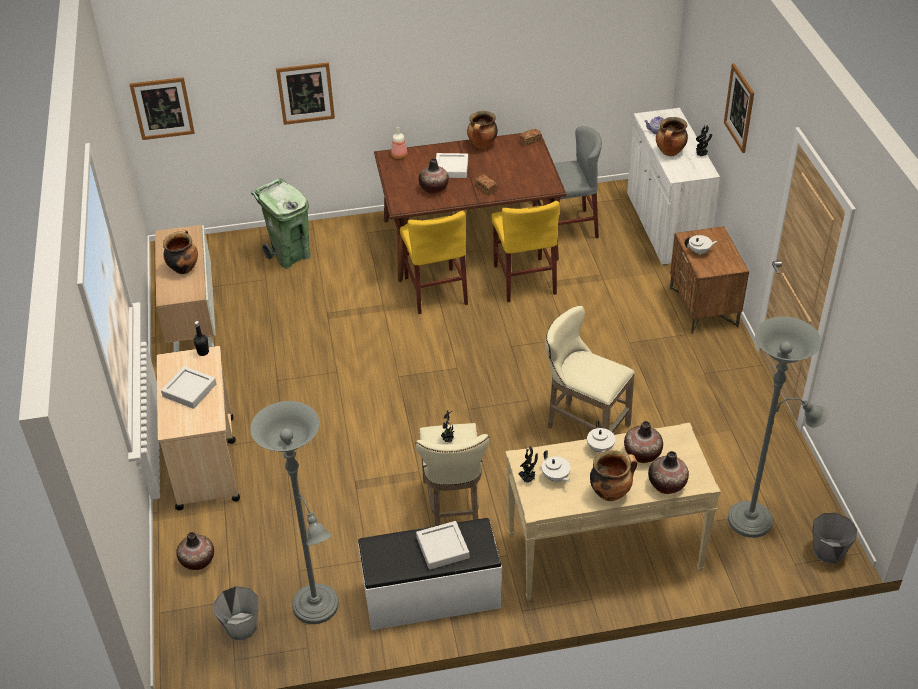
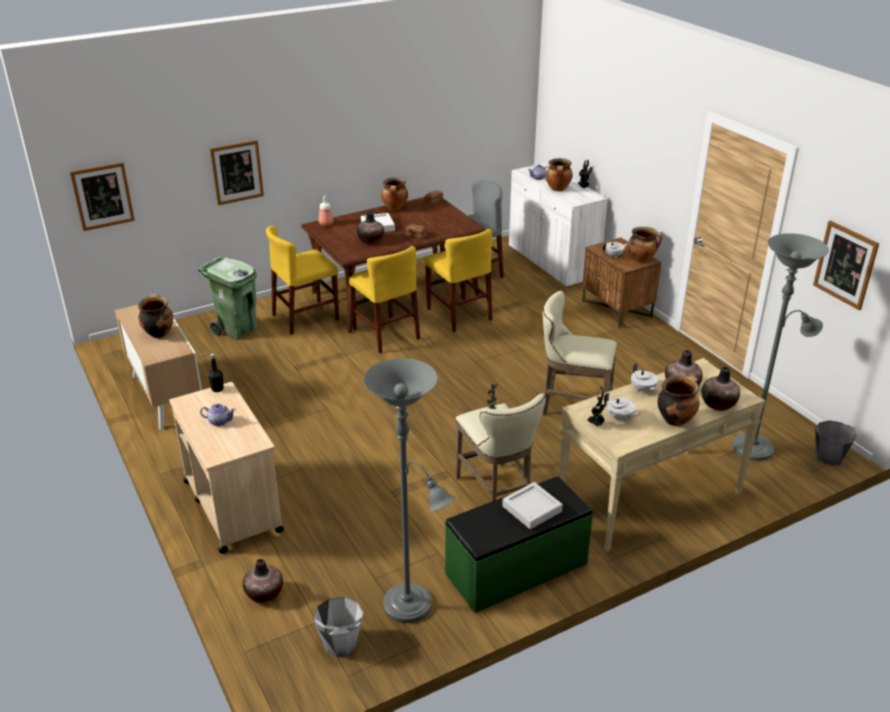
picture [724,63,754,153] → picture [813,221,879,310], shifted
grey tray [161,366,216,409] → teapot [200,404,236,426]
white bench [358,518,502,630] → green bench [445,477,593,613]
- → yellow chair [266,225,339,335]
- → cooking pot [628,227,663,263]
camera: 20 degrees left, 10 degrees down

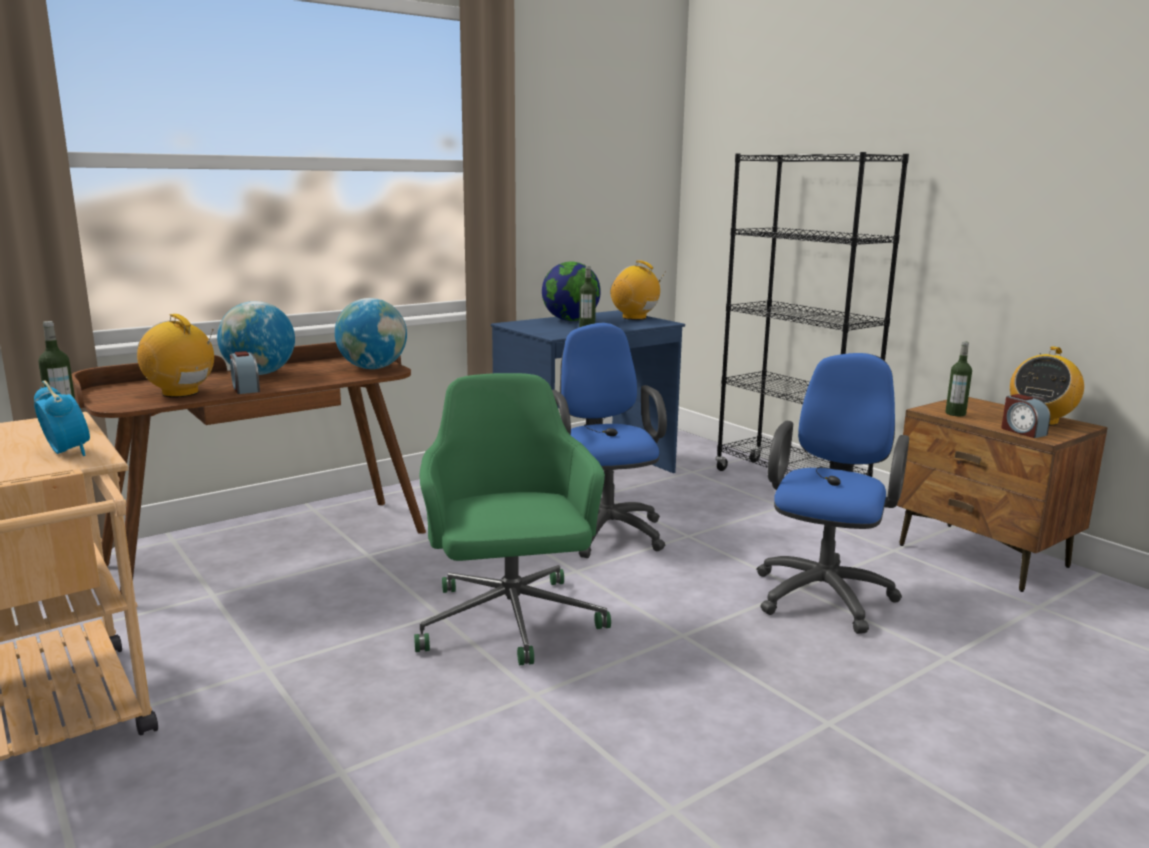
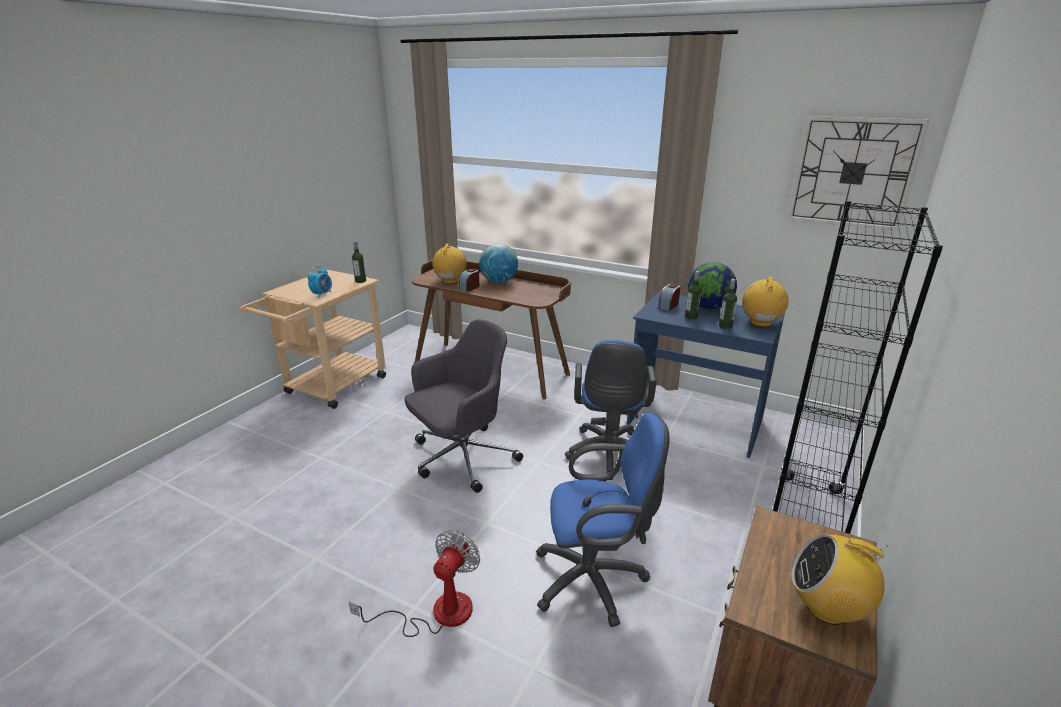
globe [335,298,407,369] → -
blue office chair [552,323,667,558] → blue office chair [565,340,656,480], 135 degrees clockwise
bottle [945,342,972,416] → bottle [719,279,737,329], shifted
green office chair [414,373,611,665] → grey office chair [404,319,523,493]
alarm clock [1001,394,1050,438] → alarm clock [659,284,681,311], shifted
- → wall clock [787,116,929,231]
- → fan [349,530,480,637]
camera: 65 degrees right, 10 degrees up

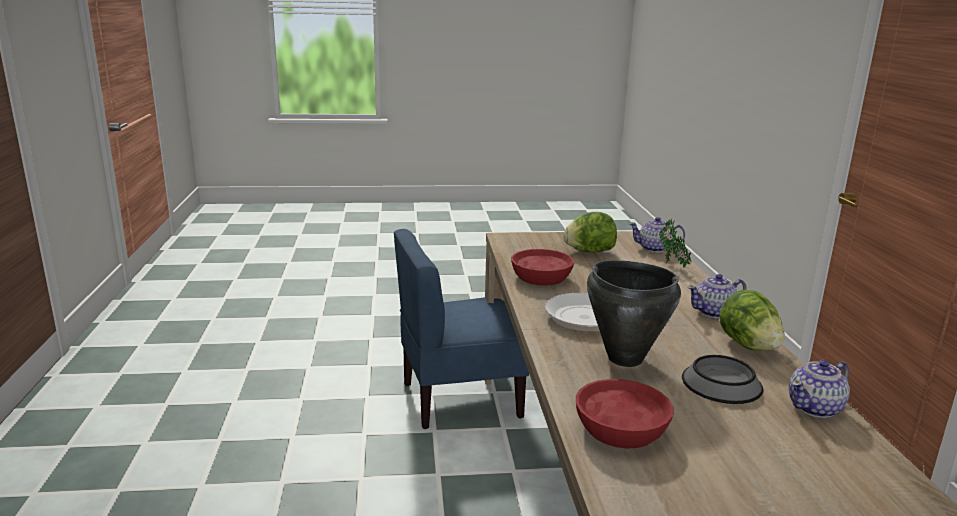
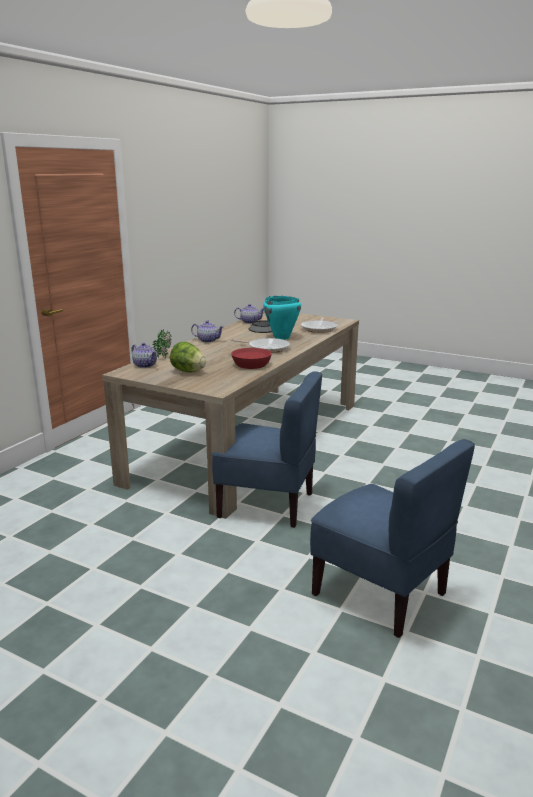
black cooking pot [587,260,681,367] → turquoise cooking pot [263,296,301,340]
lettuce [719,290,785,351] → -
red bowl [576,379,673,449] → frying pan [301,317,338,333]
- → blue chair [310,439,475,638]
camera: 145 degrees left, 0 degrees up

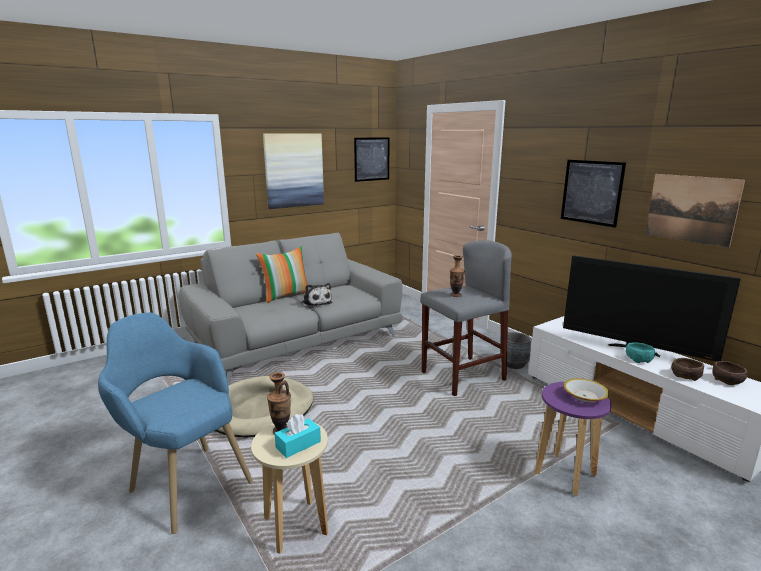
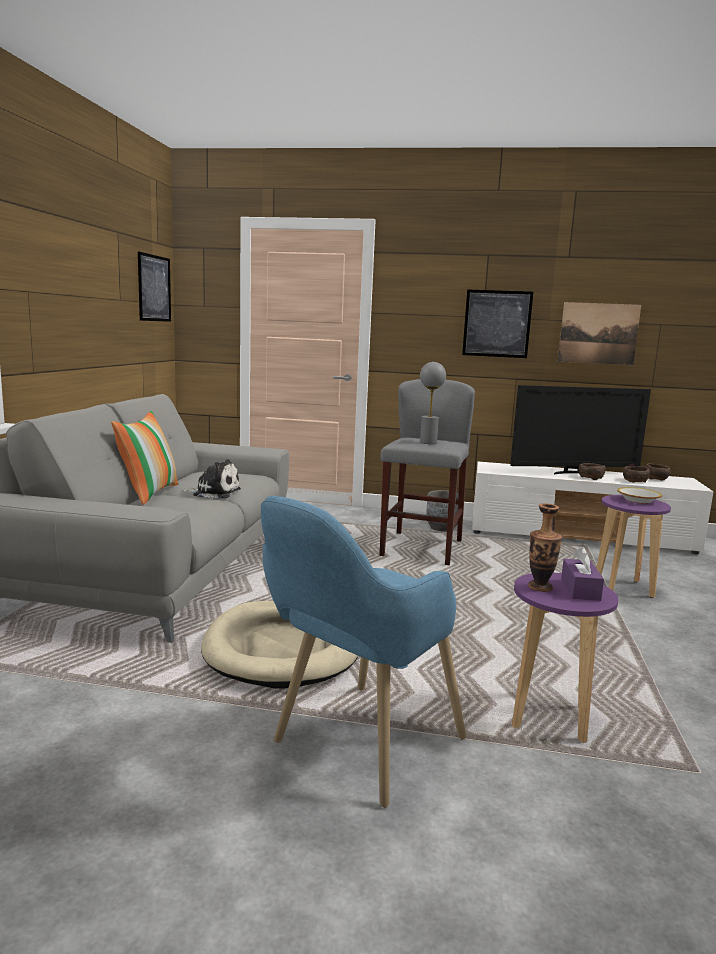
picture [263,133,324,209] → -
vase [450,255,465,297] → grey table lamp [420,362,446,444]
blue armchair [98,312,253,534] → blue armchair [261,496,466,808], 45 degrees counterclockwise
turquoise bowl [626,342,655,363] → brown bowl [579,463,605,480]
turquoise tissue box [275,414,321,458] → purple tissue box [561,547,604,601]
beige stool [251,423,328,554] → purple stool [512,573,618,743]
camera: 45 degrees left, 5 degrees down

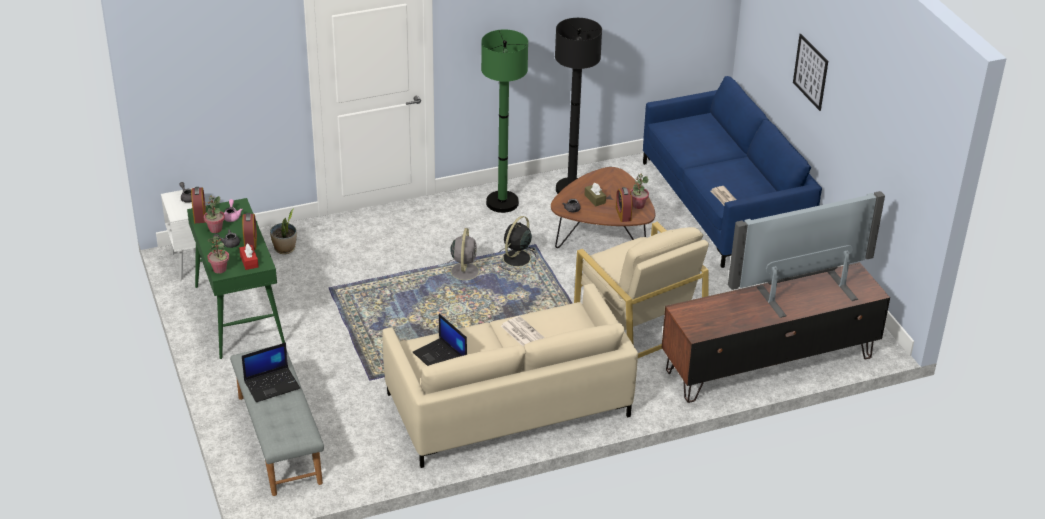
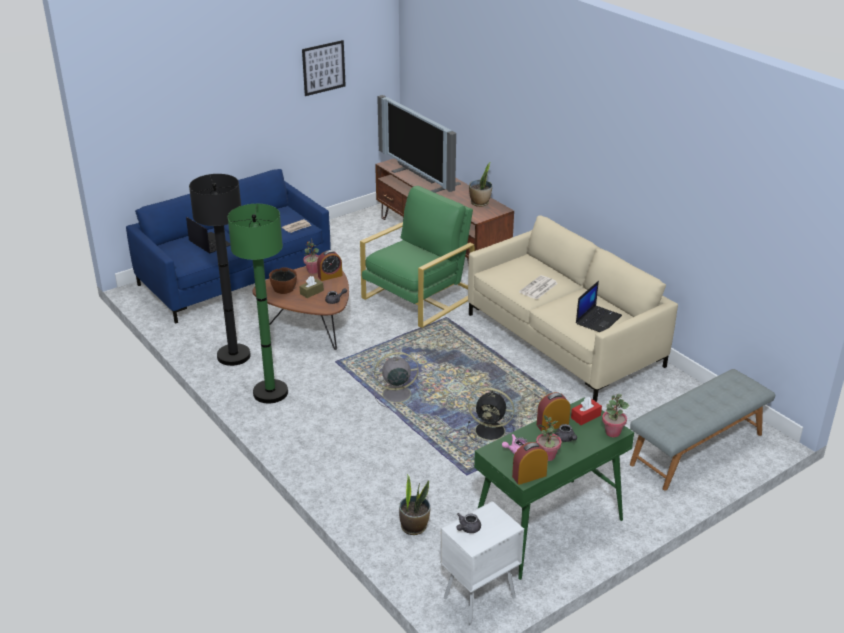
picture [793,34,828,111] → picture [302,40,346,96], shifted
black fan [500,216,536,272] → black fan [467,388,514,444], shifted
beige armchair [574,222,709,358] → green armchair [360,186,475,328]
laptop [242,342,300,402] → laptop [186,217,231,253], shifted
- → potted plant [469,163,492,207]
- → brown bowl [269,267,297,294]
camera: 105 degrees left, 5 degrees down

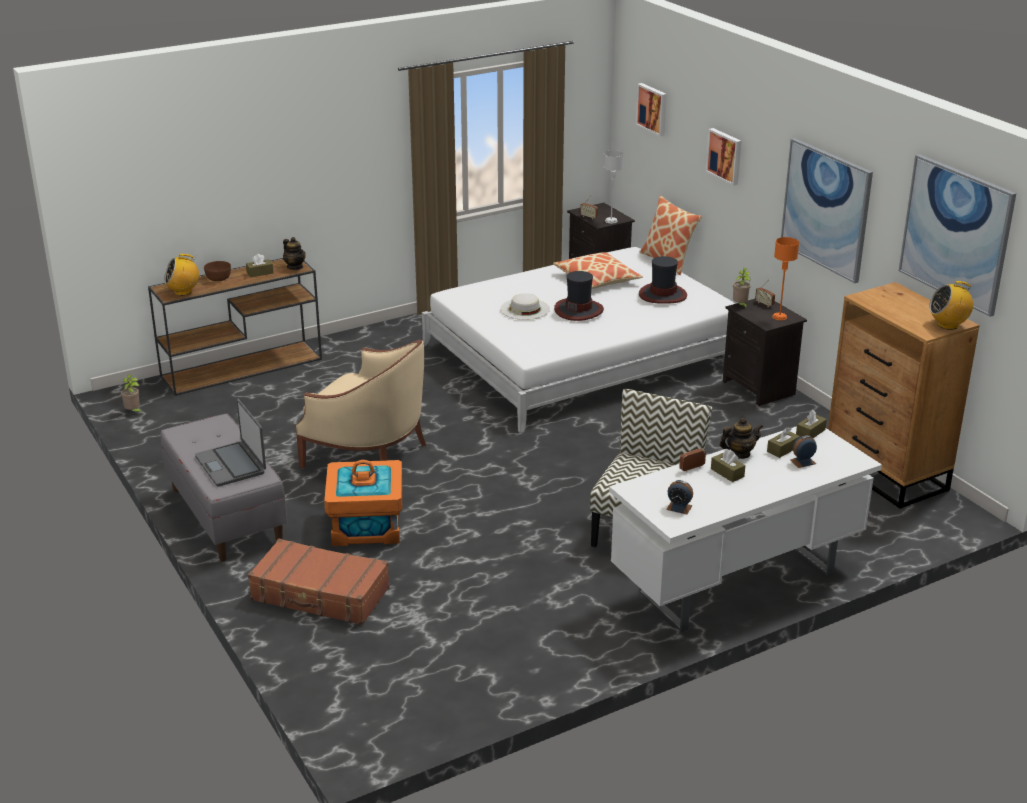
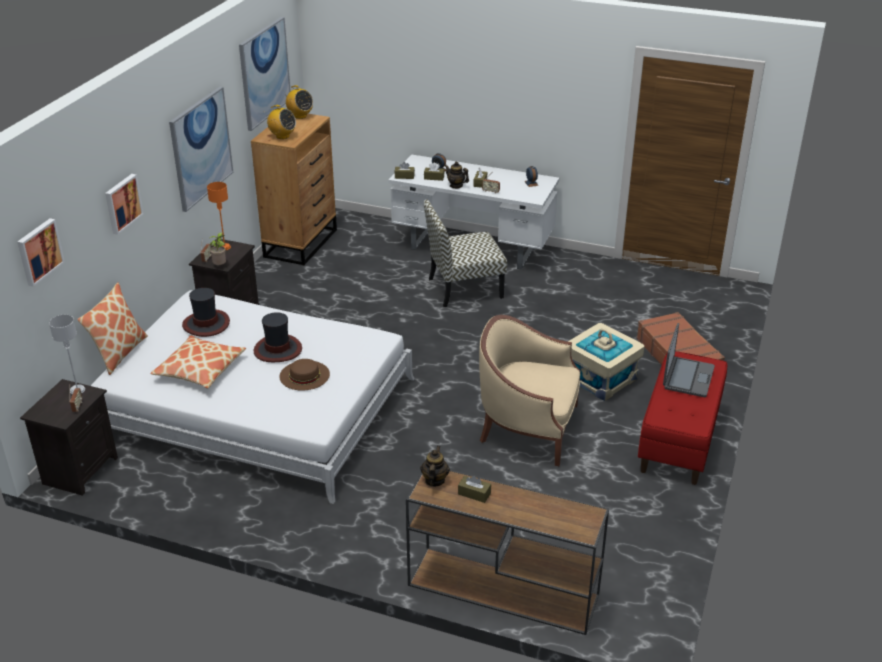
radio [164,254,199,296] → radio [266,105,296,139], shifted
brown bowl [204,261,231,281] → -
white hat [500,293,550,320] → brown hat [279,359,330,391]
beige armchair [296,340,426,469] → beige armchair [479,315,581,466], 60 degrees counterclockwise
potted plant [121,375,142,413] → -
grey bench [161,413,287,562] → red bench [638,351,727,485]
orange storage box [324,460,402,546] → beige storage box [568,323,644,401]
camera: 130 degrees left, 5 degrees up

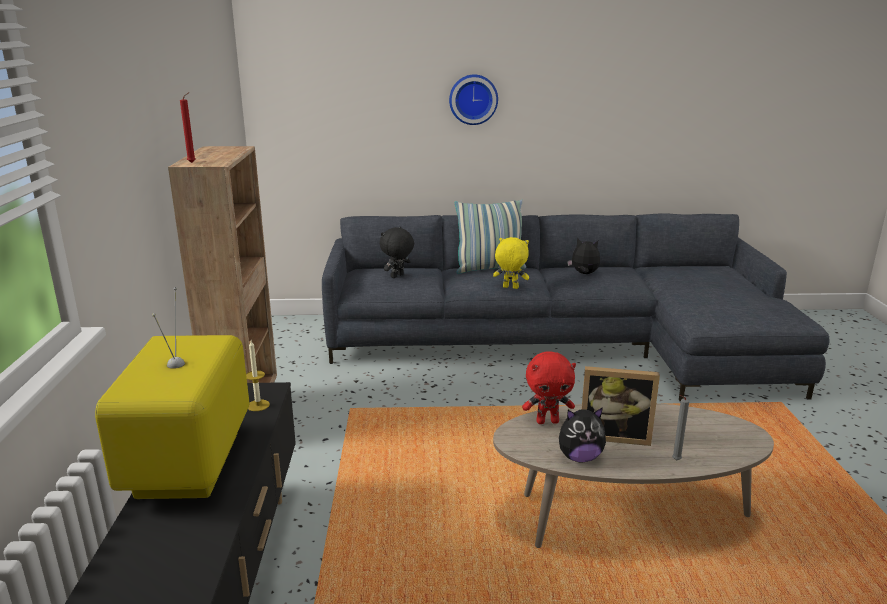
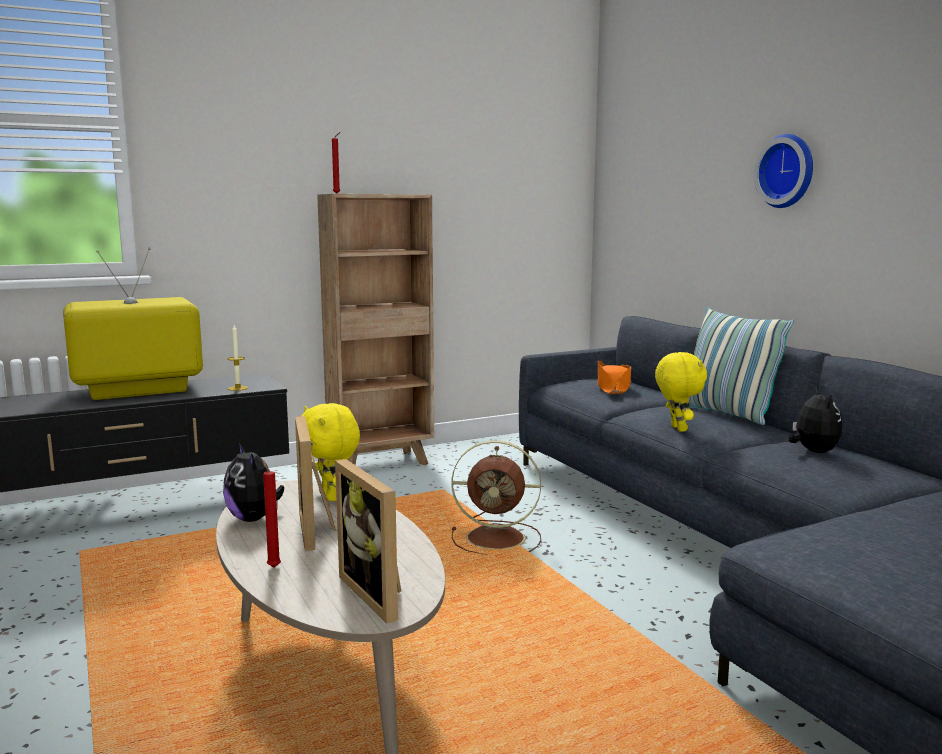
black plush toy [379,227,414,278] → orange hat [598,361,632,394]
red plush toy [522,351,576,424] → yellow plush toy [302,403,360,501]
grey candle [672,395,689,460] → red candle [262,459,281,568]
- → brown fan [451,441,541,554]
- → picture frame [335,459,401,623]
camera: 65 degrees right, 10 degrees down

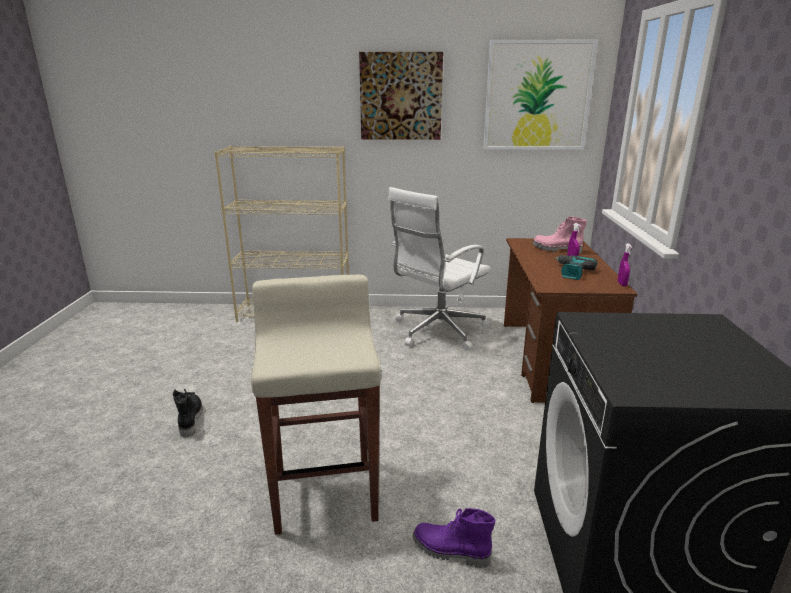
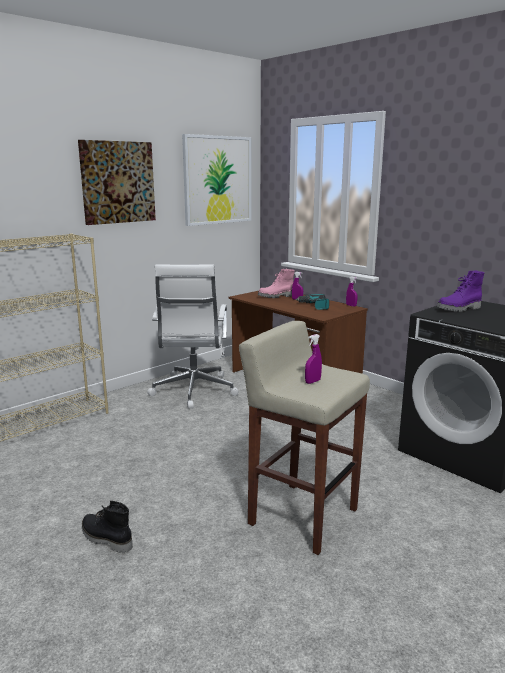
purple boot [413,508,495,568] → purple boot [437,270,484,312], shifted
- → purple spray bottle [305,334,322,384]
camera: 45 degrees left, 5 degrees down

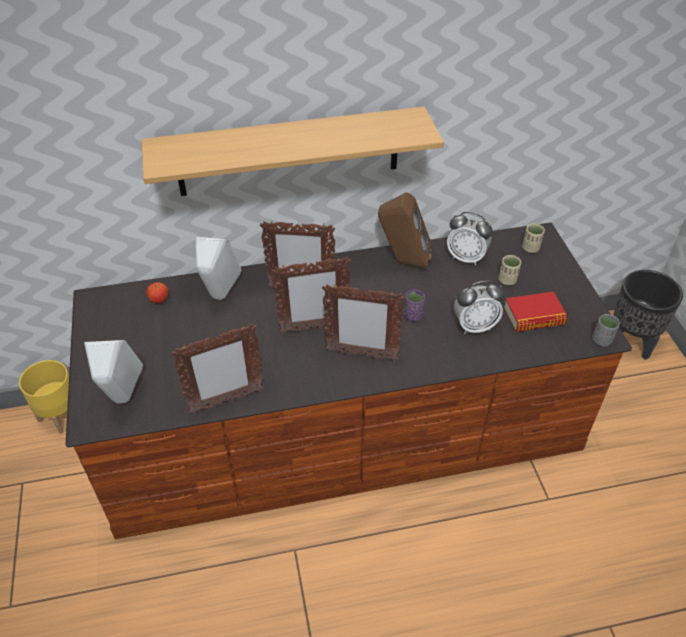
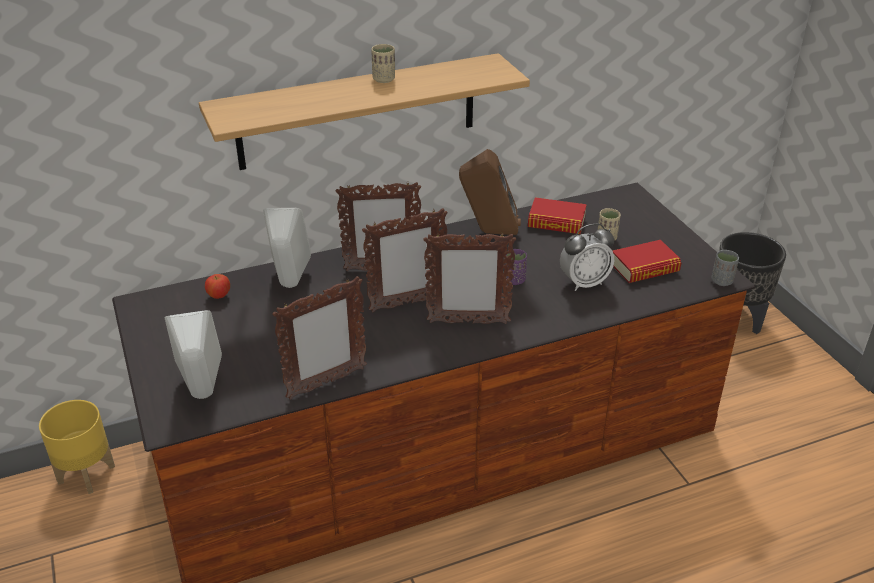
alarm clock [447,212,493,266] → book [528,197,587,234]
beige cup [522,223,545,253] → beige cup [371,44,395,83], shifted
camera: 10 degrees left, 10 degrees down

